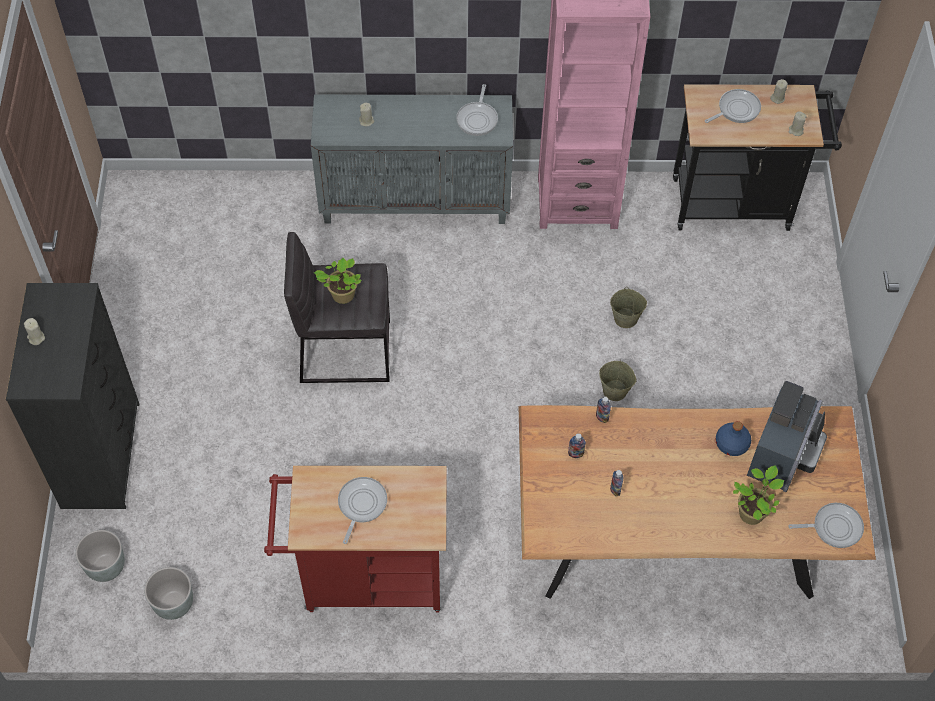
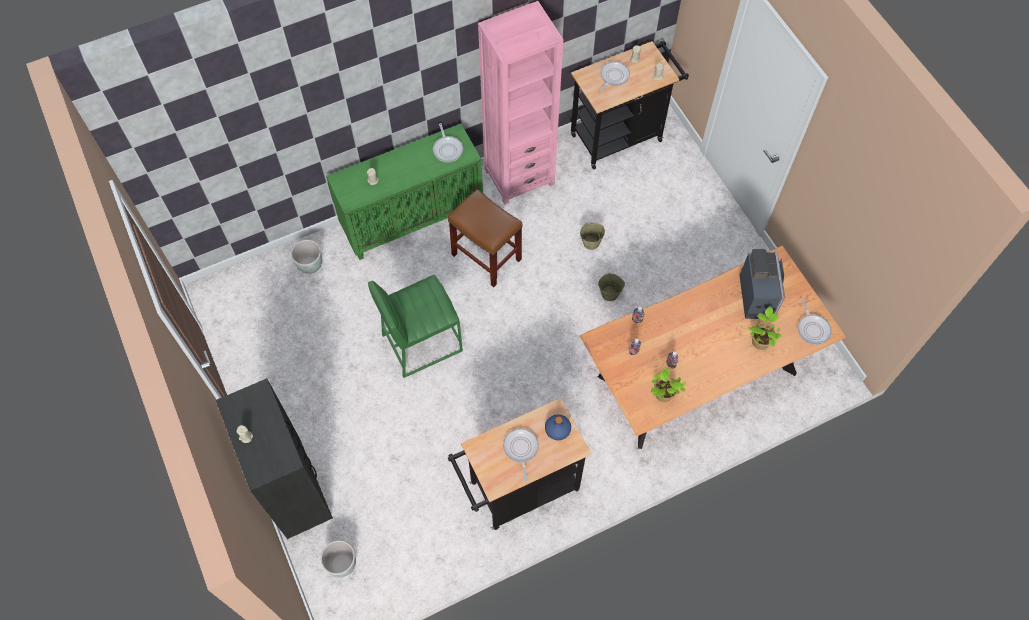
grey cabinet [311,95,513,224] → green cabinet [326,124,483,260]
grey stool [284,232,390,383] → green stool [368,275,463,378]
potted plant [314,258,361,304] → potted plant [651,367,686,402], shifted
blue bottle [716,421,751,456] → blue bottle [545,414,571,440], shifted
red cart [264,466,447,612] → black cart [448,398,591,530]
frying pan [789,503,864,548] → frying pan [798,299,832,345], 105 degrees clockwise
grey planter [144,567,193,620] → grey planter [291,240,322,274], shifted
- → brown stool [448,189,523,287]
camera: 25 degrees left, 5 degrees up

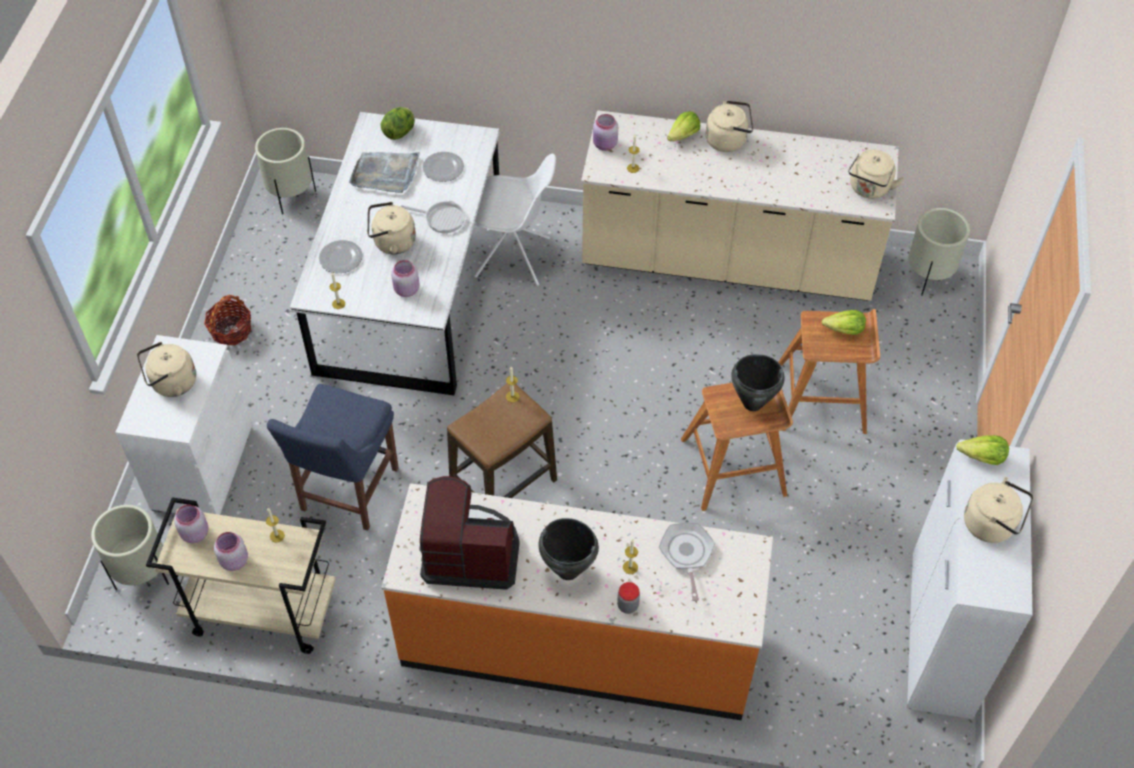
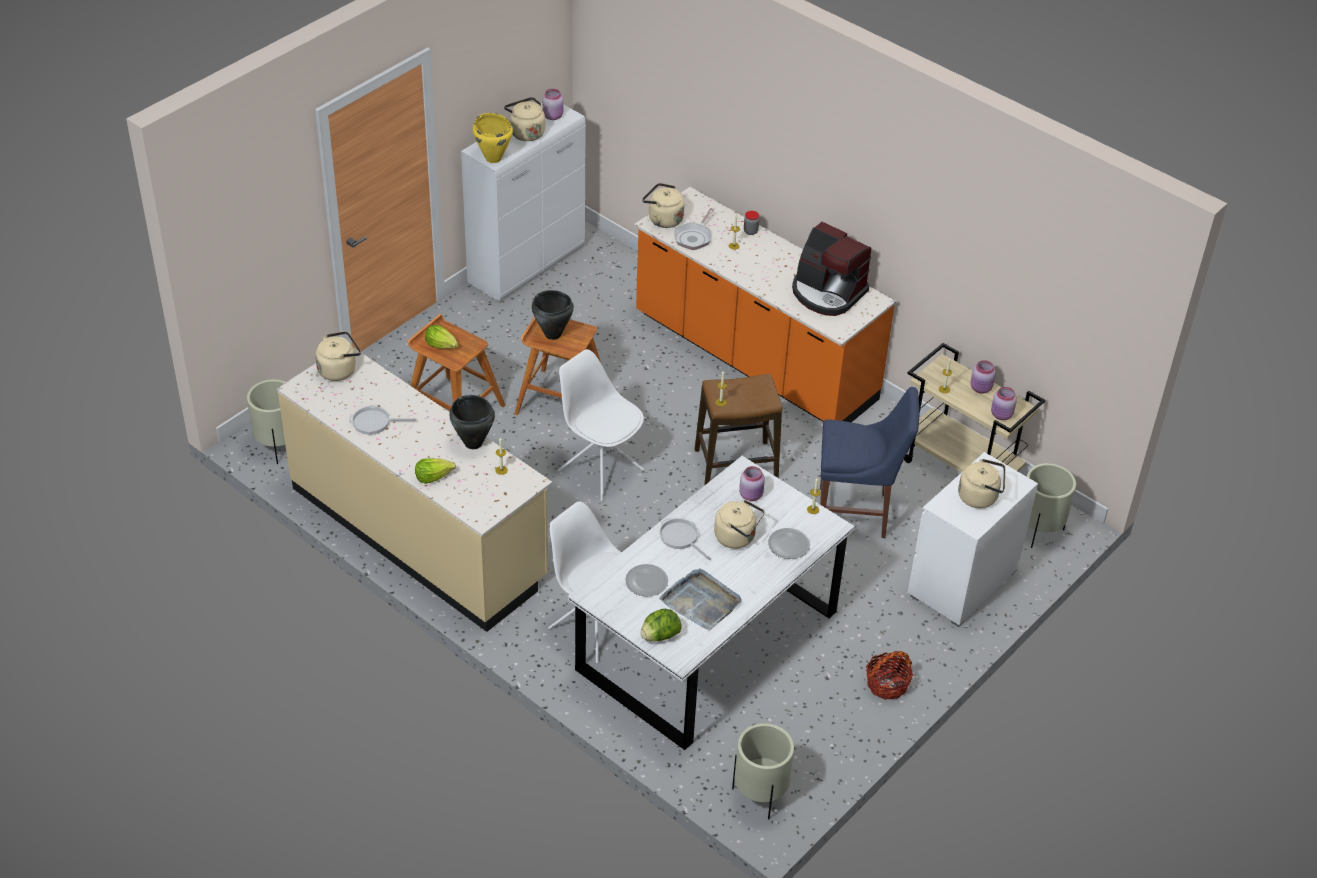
beige kettle [706,100,753,152] → beige kettle [642,183,684,228], shifted
pink jar [593,114,618,151] → pink jar [542,89,563,120], shifted
blue chair [267,384,399,530] → blue chair [820,387,920,538], 45 degrees clockwise
lettuce [956,435,1009,465] → yellow cooking pot [473,113,513,163]
black cooking pot [539,518,599,580] → black cooking pot [449,395,495,449], shifted
- → white chair [557,349,644,501]
- → frying pan [349,405,416,435]
camera: 150 degrees left, 10 degrees down

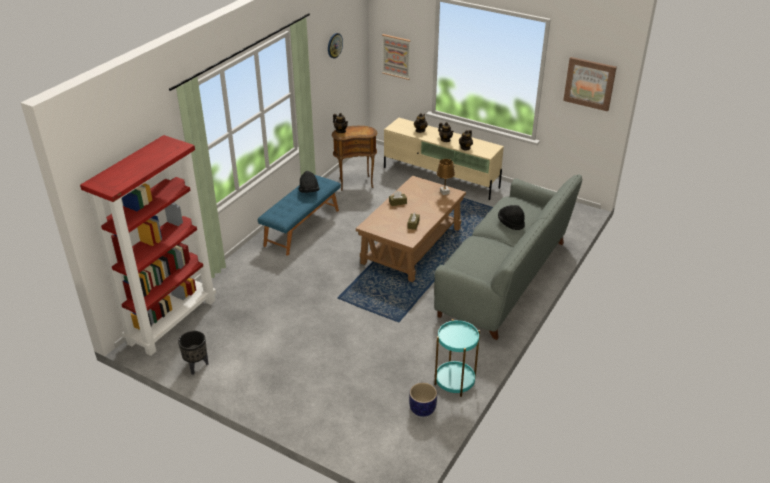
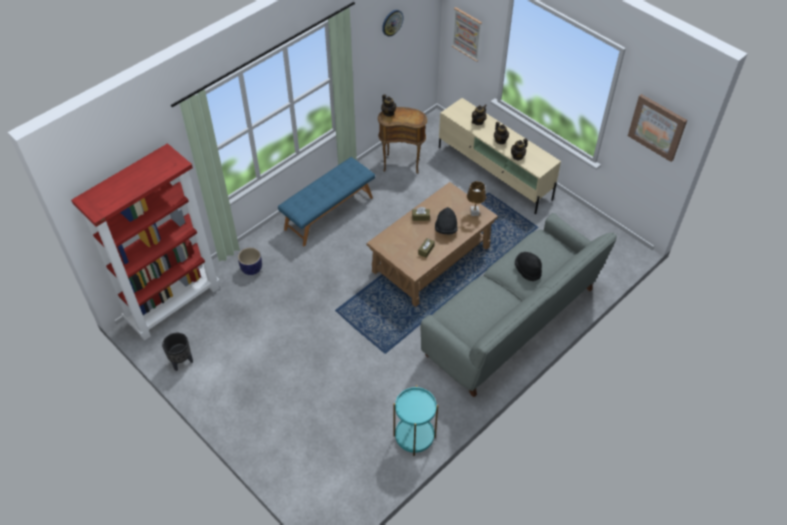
black hat [299,171,320,193] → black hat [435,207,458,234], shifted
planter [409,382,437,417] → planter [238,247,262,275], shifted
camera: 15 degrees right, 15 degrees up

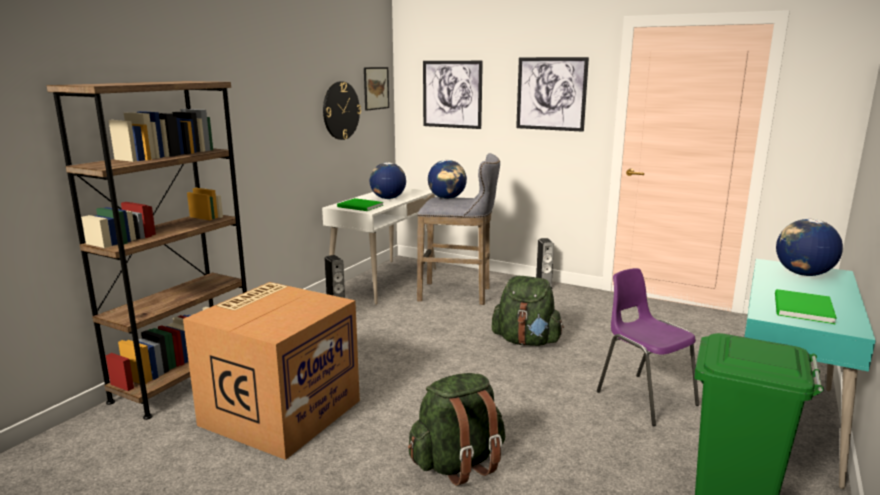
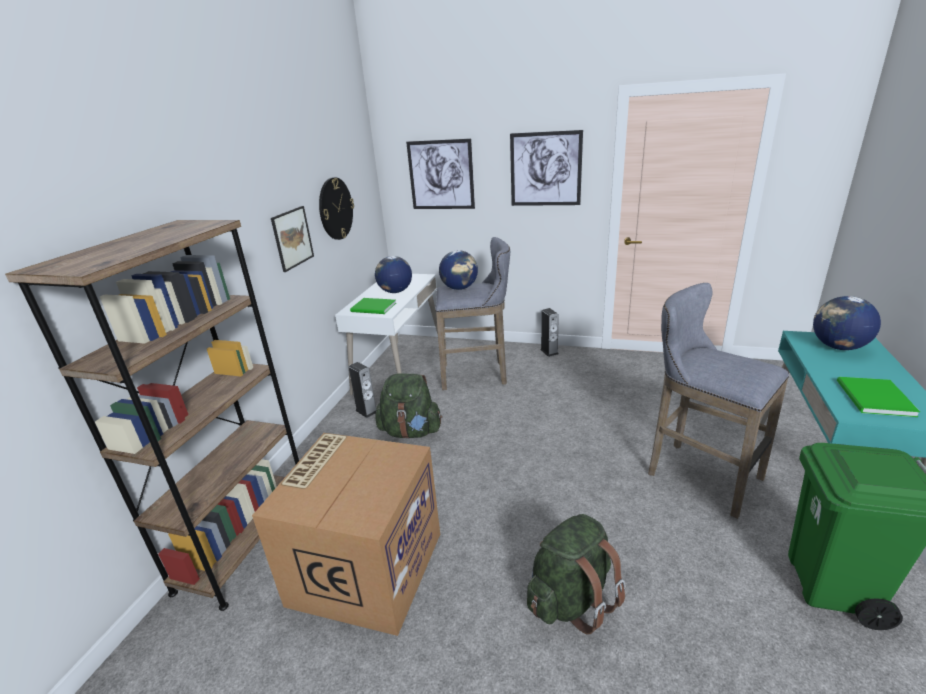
picture [364,67,389,111] → picture [271,206,314,272], shifted
purple chair [597,268,699,426] → grey stool [648,283,789,519]
green backpack [492,276,564,346] → green backpack [375,373,442,439], shifted
camera: 10 degrees left, 10 degrees up

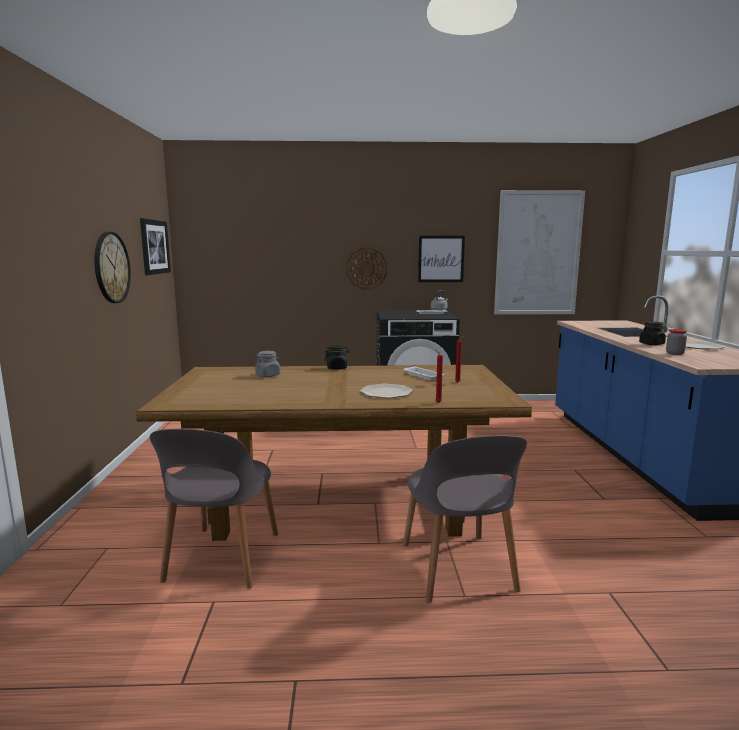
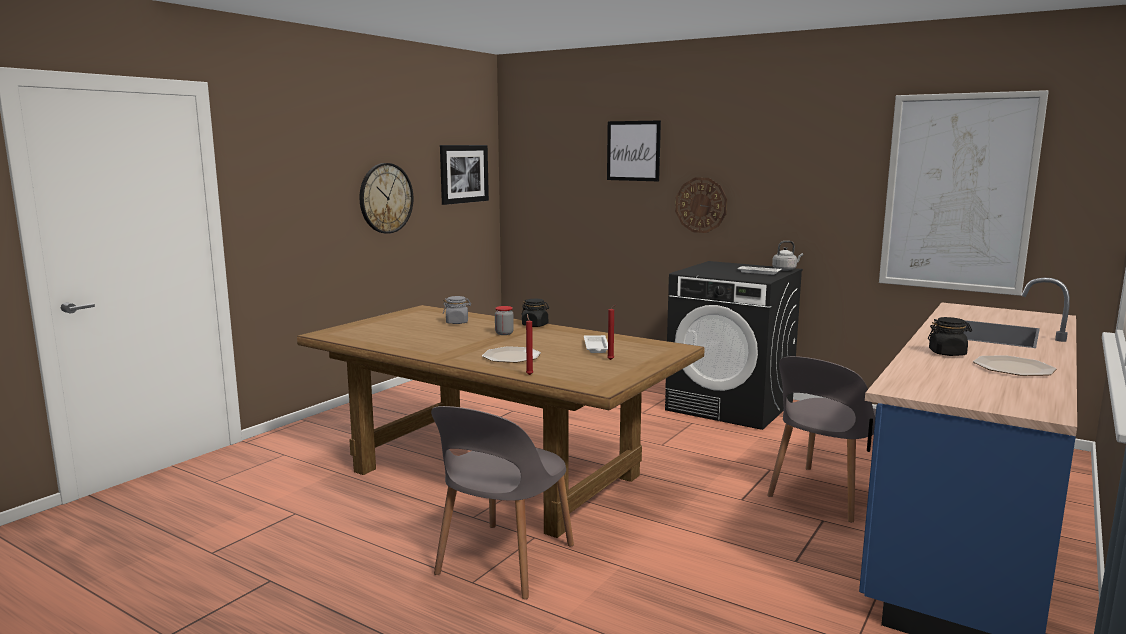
picture [418,236,465,282] → picture [607,120,661,181], shifted
jar [666,329,687,355] → jar [495,306,514,335], shifted
grey chair [150,429,278,589] → grey chair [767,356,876,522], shifted
camera: 35 degrees right, 0 degrees up

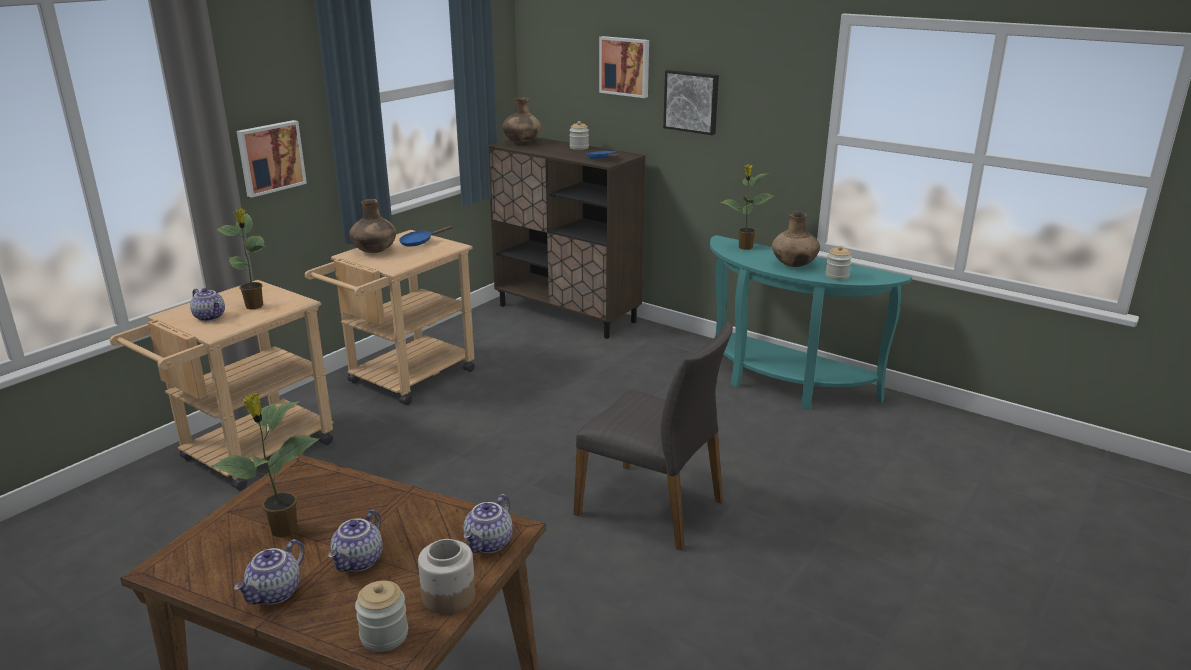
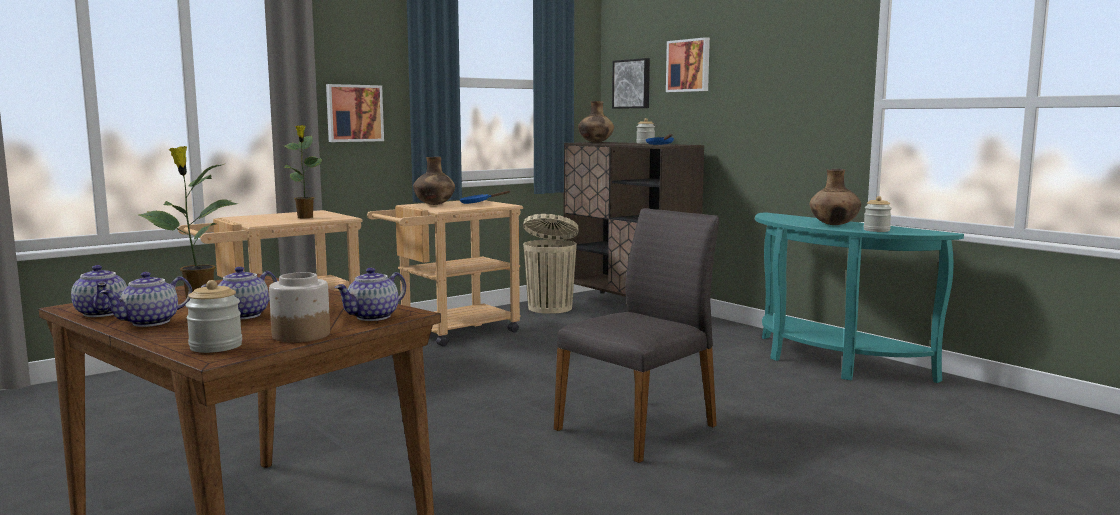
picture [663,70,719,135] → picture [612,58,650,109], shifted
potted plant [720,164,775,250] → -
teapot [190,288,225,321] → teapot [71,265,127,317], shifted
grey chair [574,322,733,551] → grey chair [554,208,719,463], 90 degrees counterclockwise
- → beige trash can [523,214,579,314]
camera: 15 degrees right, 15 degrees down

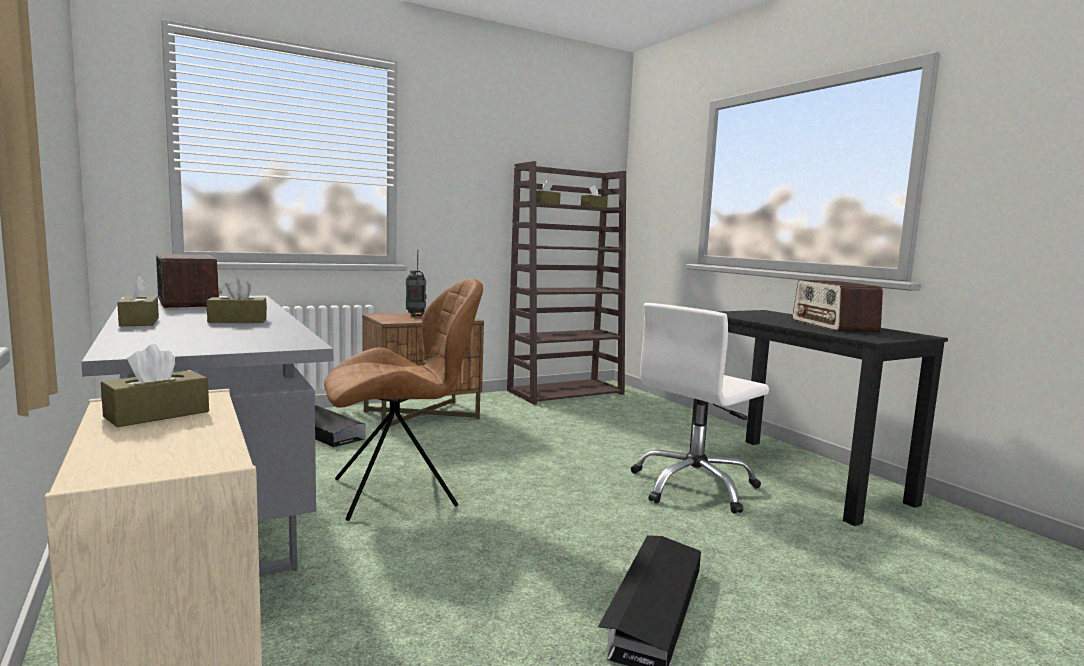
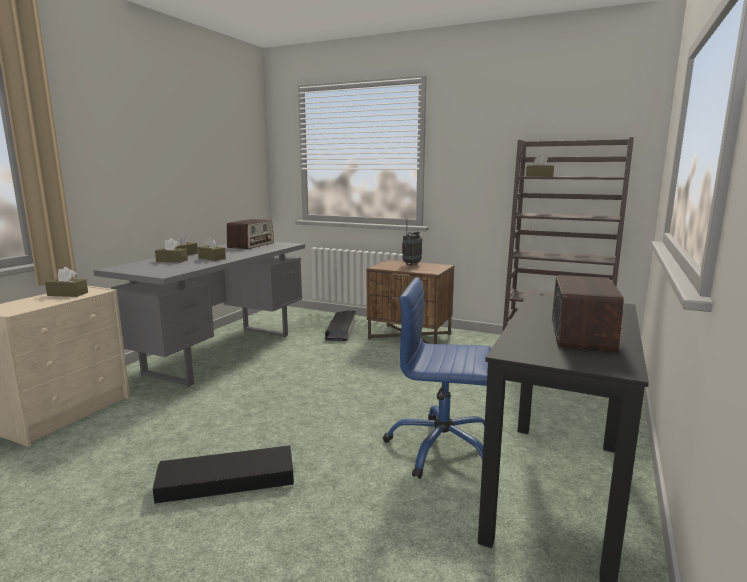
brown tissue box [581,185,608,207] → brown tissue box [155,238,188,263], shifted
brown chair [324,279,483,521] → -
radio [792,280,883,332] → radio [552,275,624,352], 150 degrees clockwise
white office chair [631,303,769,514] → blue office chair [383,277,491,479]
camera: 55 degrees right, 5 degrees up

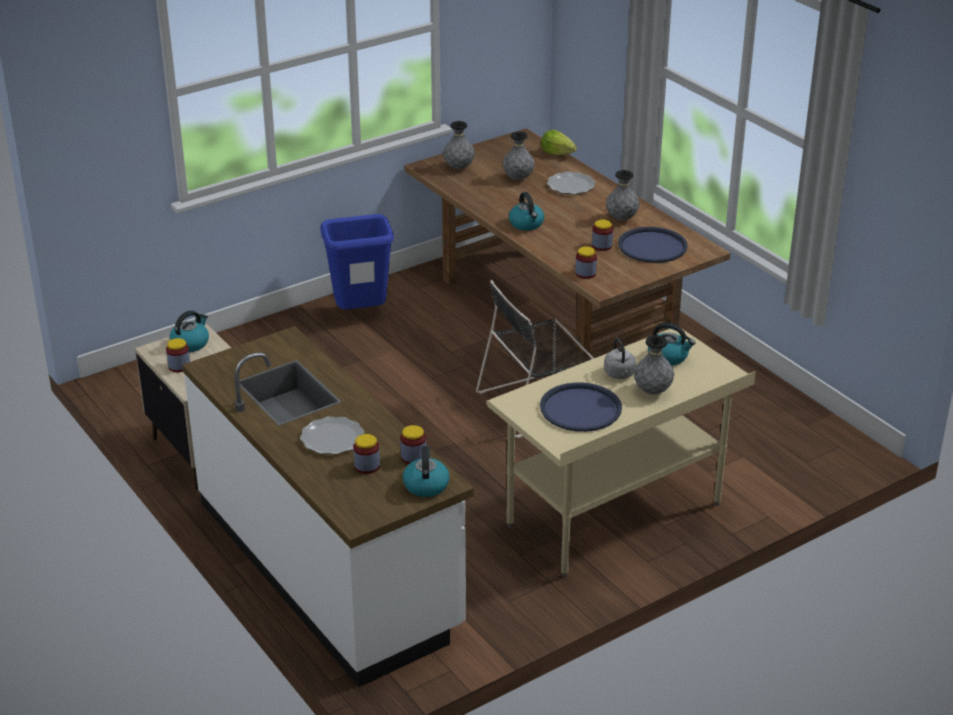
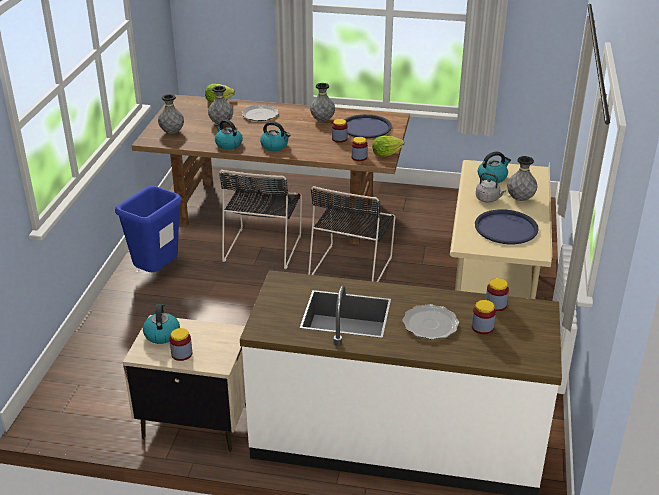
kettle [403,446,450,497] → kettle [215,119,243,149], shifted
- → lettuce [372,136,404,157]
- → black chair [219,170,302,269]
camera: 45 degrees left, 0 degrees up

